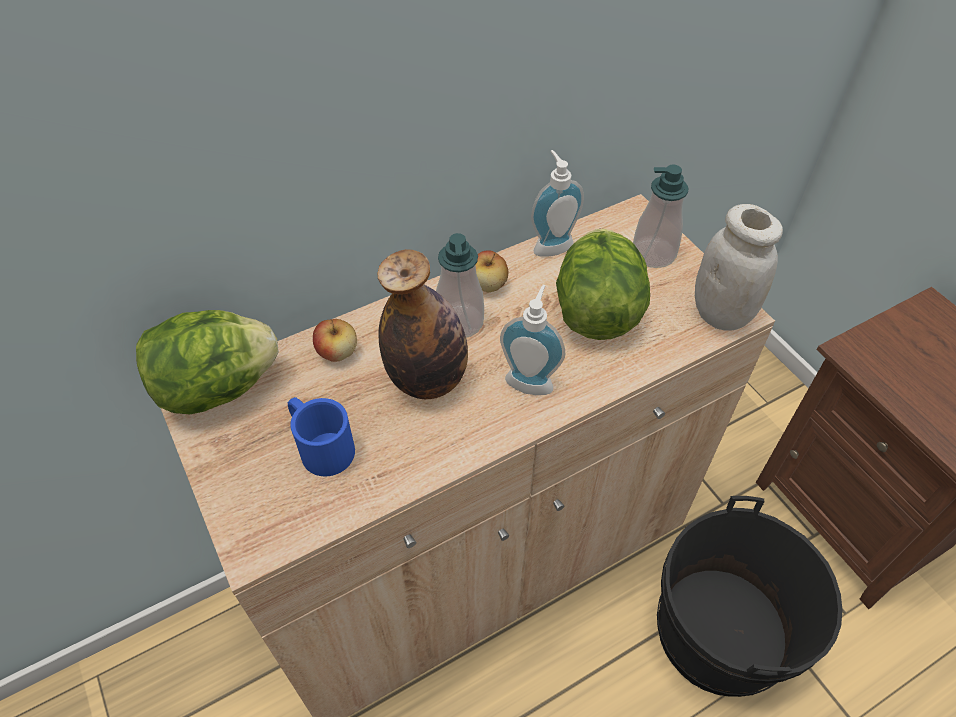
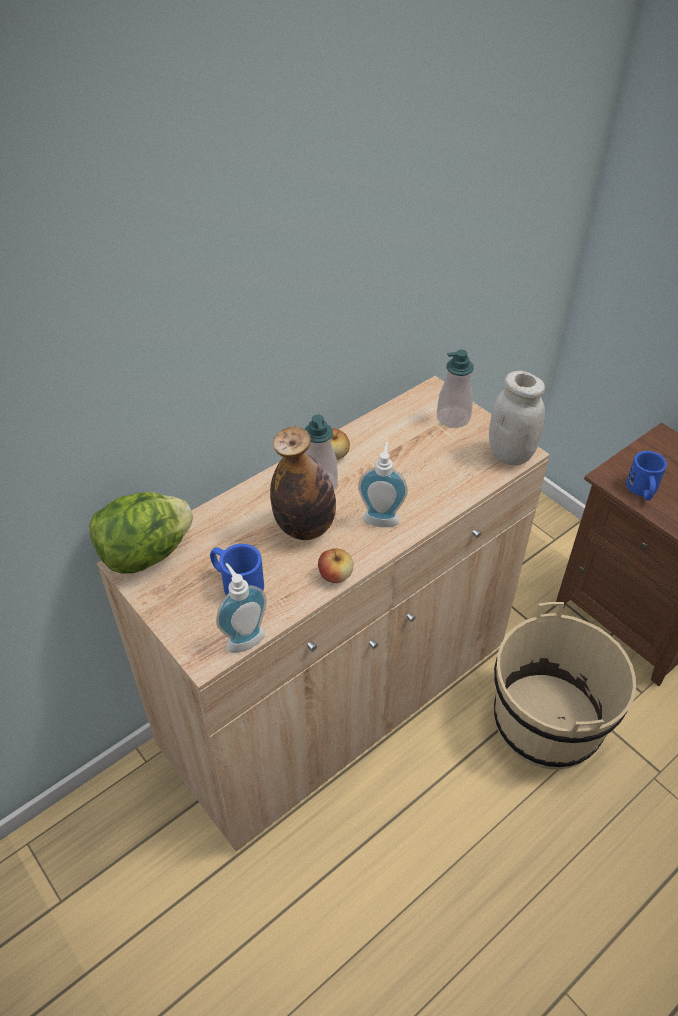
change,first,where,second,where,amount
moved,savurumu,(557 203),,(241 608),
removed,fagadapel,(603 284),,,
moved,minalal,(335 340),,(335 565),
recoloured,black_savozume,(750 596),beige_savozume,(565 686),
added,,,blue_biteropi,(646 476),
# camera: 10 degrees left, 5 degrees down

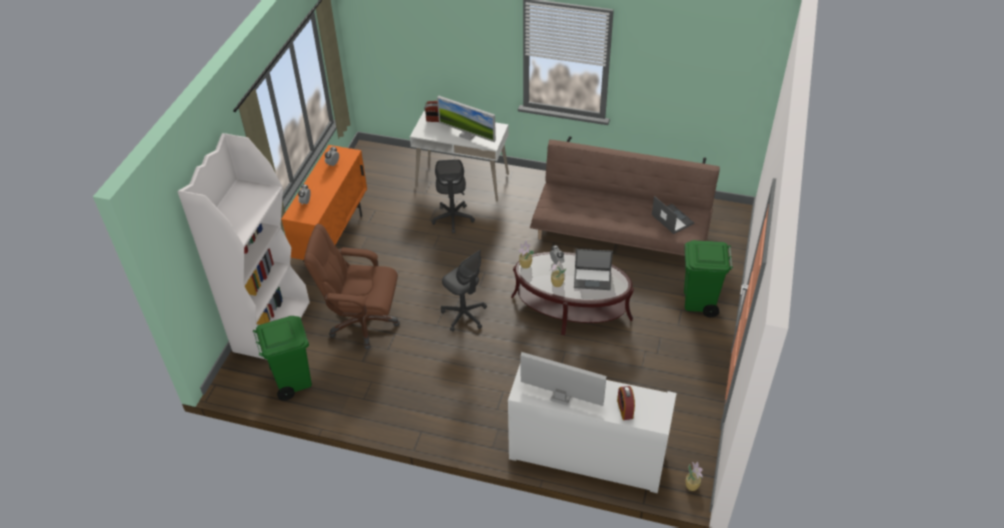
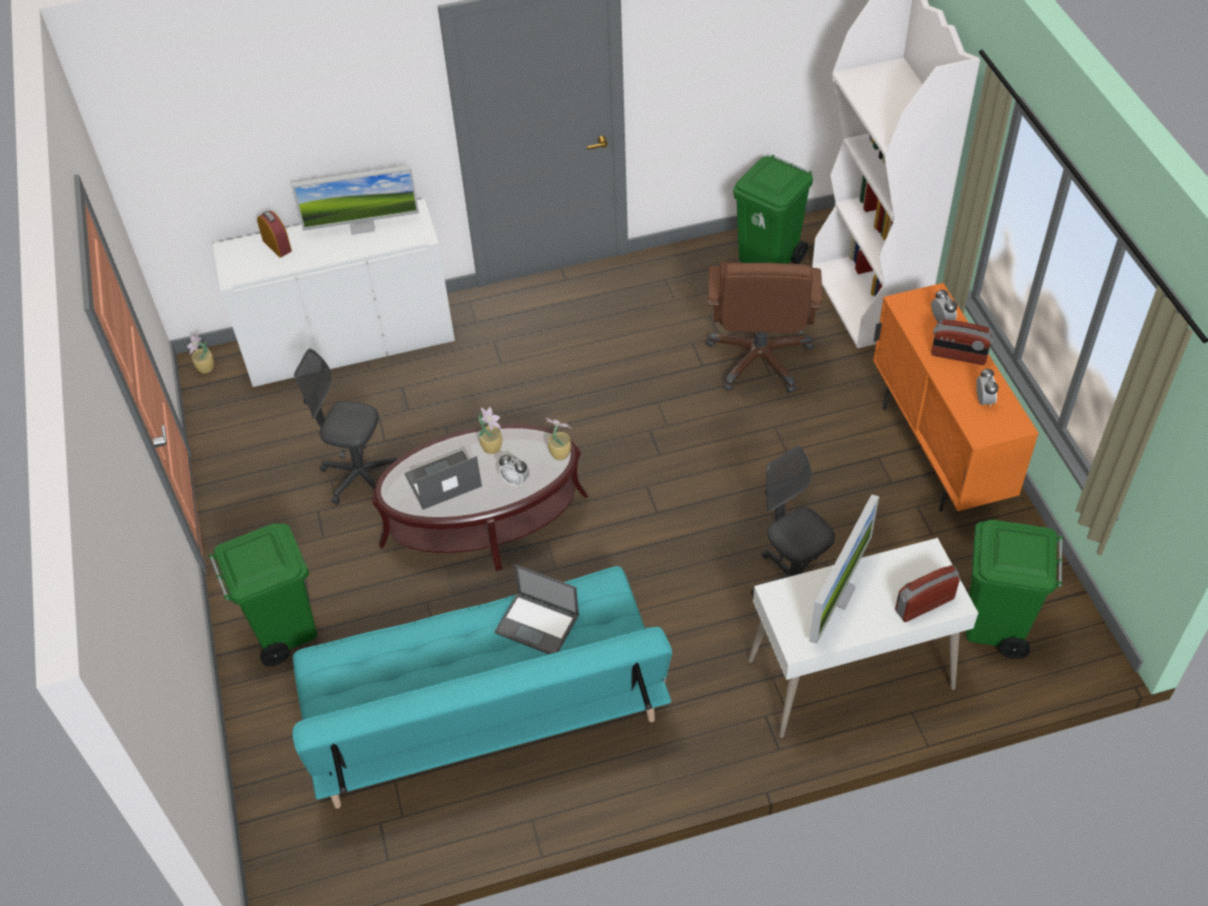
change,first,where,second,where,amount
turned,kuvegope,(466 119),,(844 569),120 degrees clockwise
recoloured,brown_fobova,(625 196),turquoise_fobova,(482 687),
moved,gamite,(673 215),,(536 609),
turned,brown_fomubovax,(352 286),,(764 327),120 degrees clockwise
moved,grey_fomubovax,(464 291),,(345 427),
added,,,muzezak,(962 342),
added,,,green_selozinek,(1014 589),
# camera: 150 degrees right, 5 degrees up

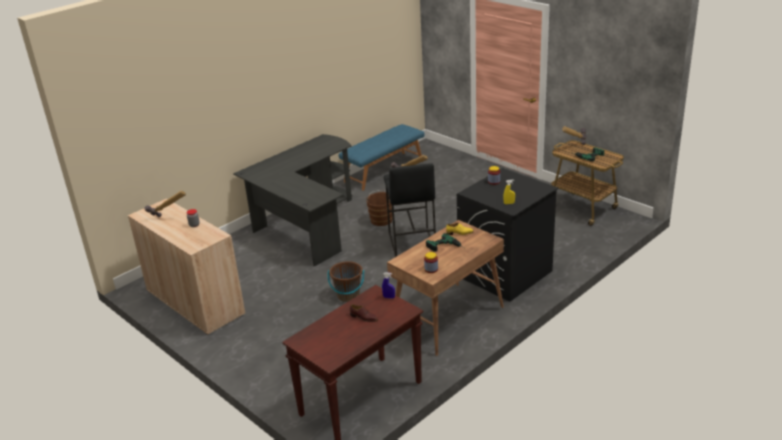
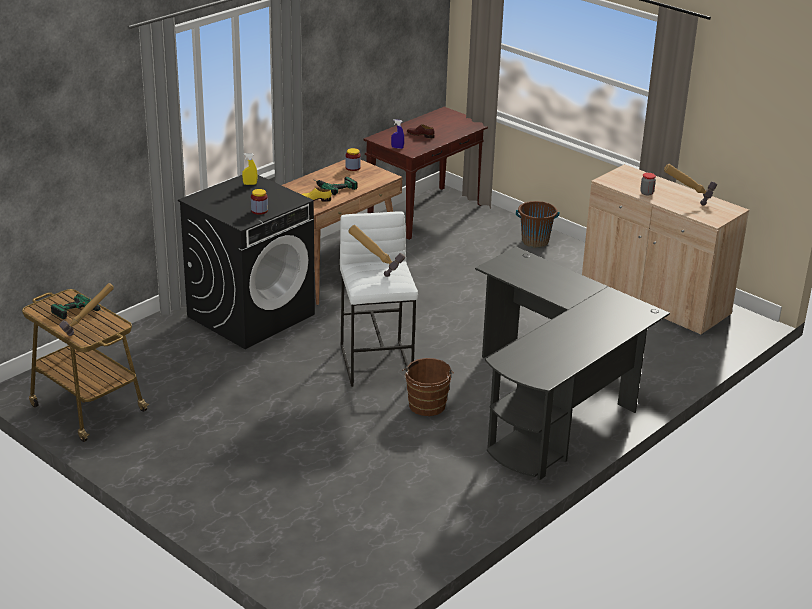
change,first,where,second,where,amount
removed,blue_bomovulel,(382 157),,,
recoloured,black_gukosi,(410 210),white_gukosi,(379 299),
moved,brown_savozume,(346 281),,(538 224),
# camera: 175 degrees right, 0 degrees up

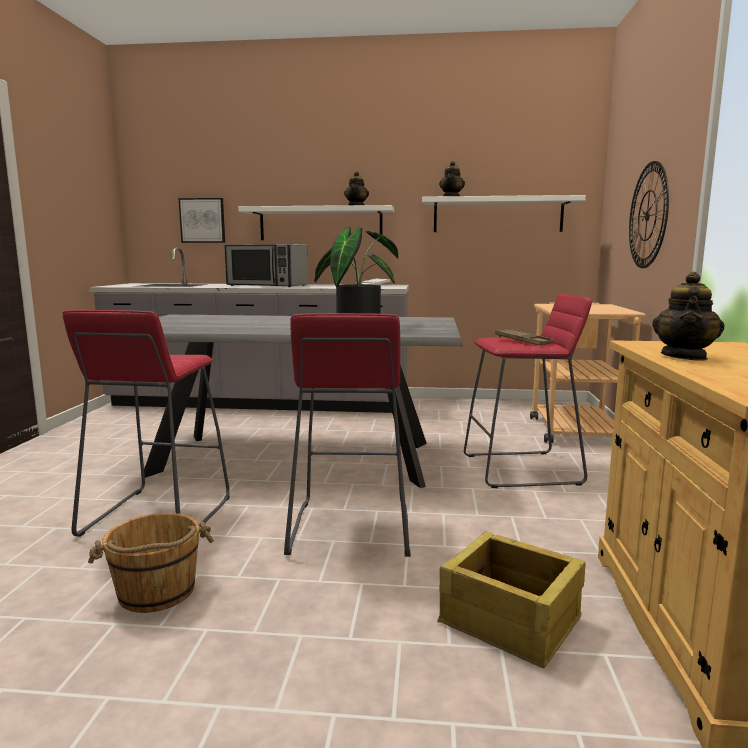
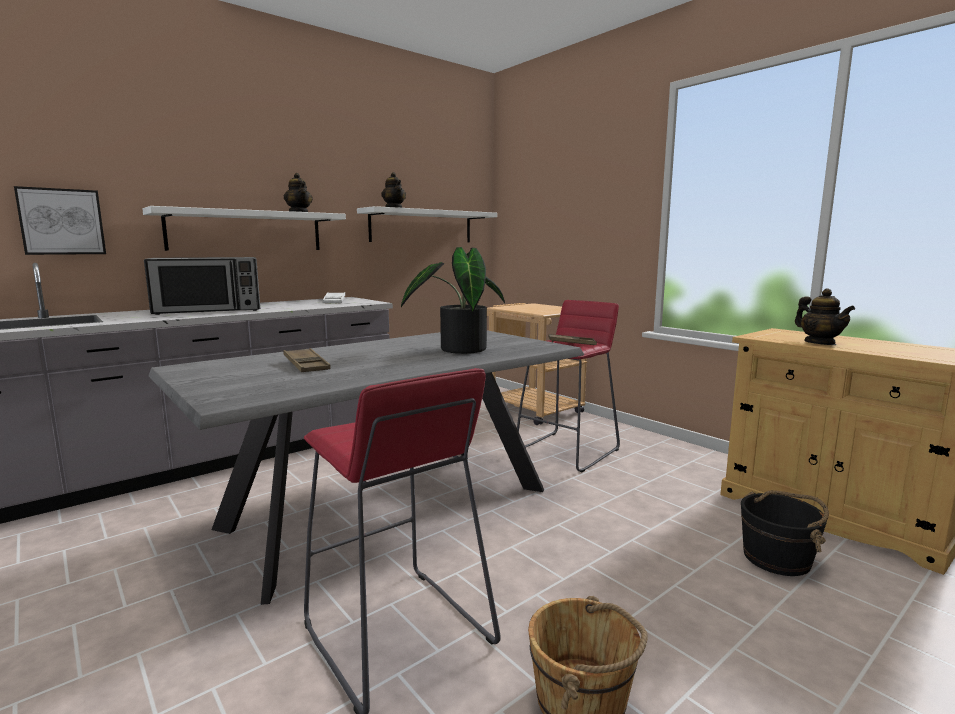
change,first,where,second,where,amount
removed,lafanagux,(649 214),,,
removed,red_gukosi,(347 435),,,
replaced,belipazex,(511 599),black_savozume,(785 533),
added,,,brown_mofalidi,(307 360),
# camera: 45 degrees left, 0 degrees up

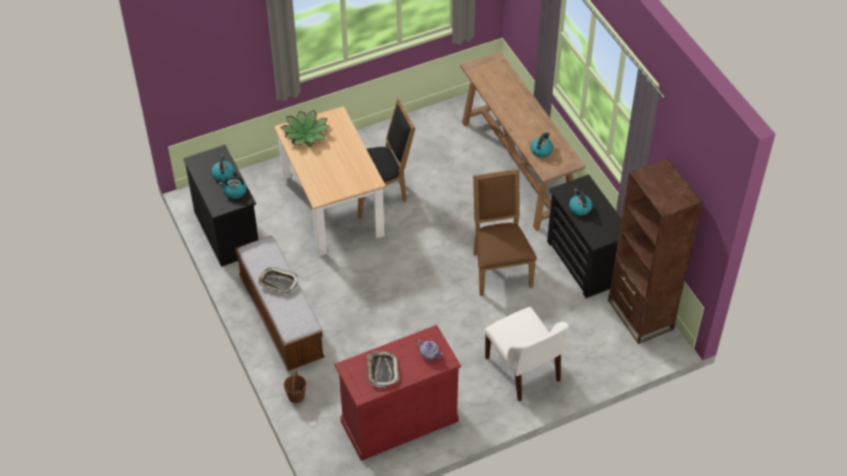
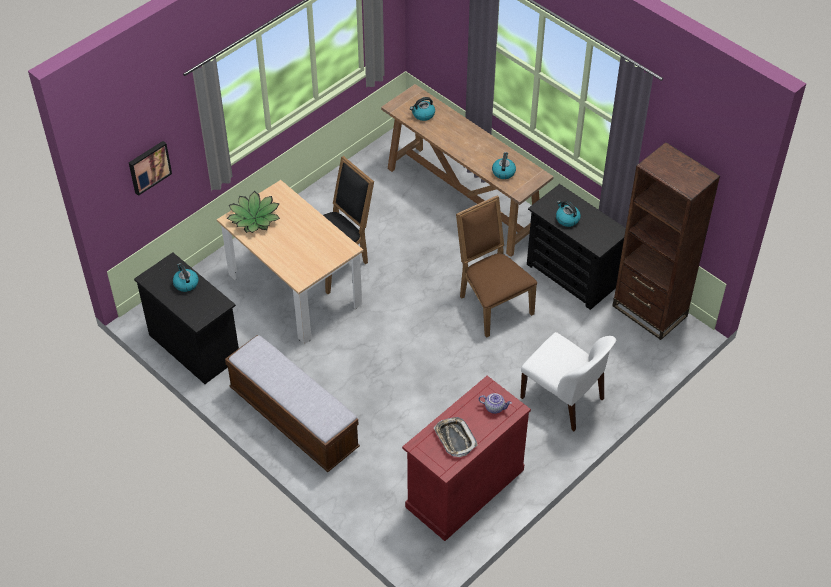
change,first,where,second,where,amount
moved,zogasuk,(233 187),,(422 109),
removed,mofalidi,(278 280),,,
removed,brown_savozume,(295 387),,,
added,,,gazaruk,(150 168),
# camera: 20 degrees left, 0 degrees up

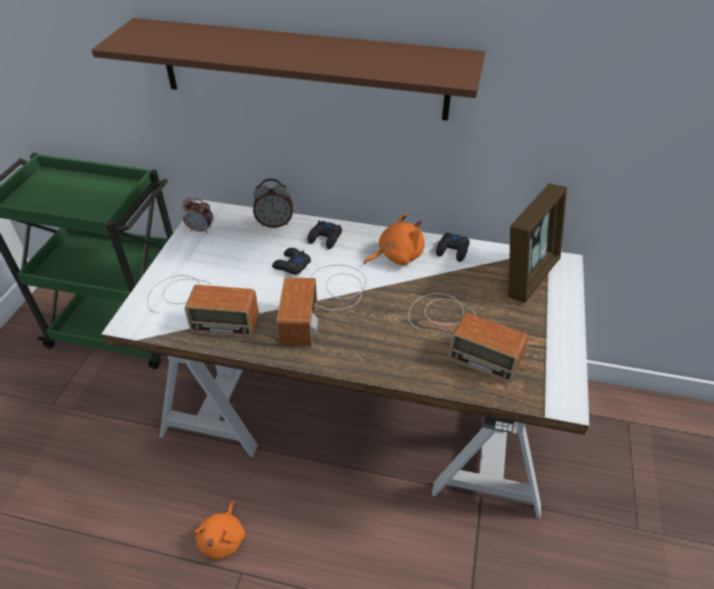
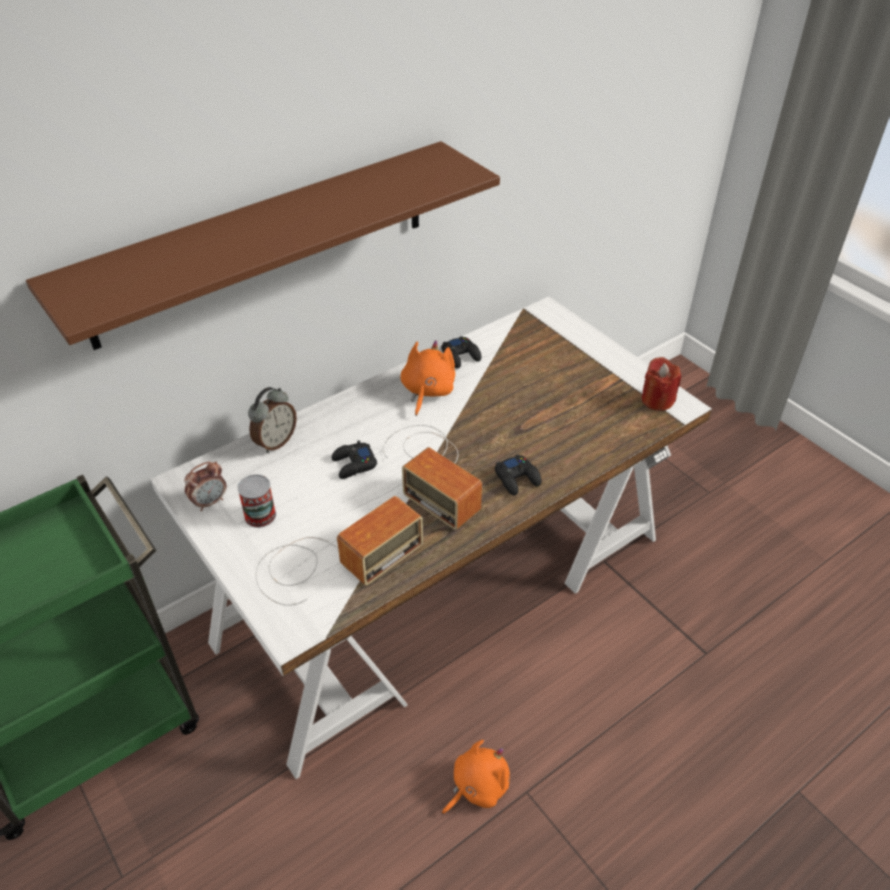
change,first,where,second,where,amount
removed,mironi,(537 243),,,
moved,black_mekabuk,(325 234),,(518 474),
removed,muzezak,(468 337),,,
turned,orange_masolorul,(219 530),,(476 777),90 degrees counterclockwise
added,,,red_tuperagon,(661 384),
added,,,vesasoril,(256 501),
# camera: 50 degrees left, 0 degrees up

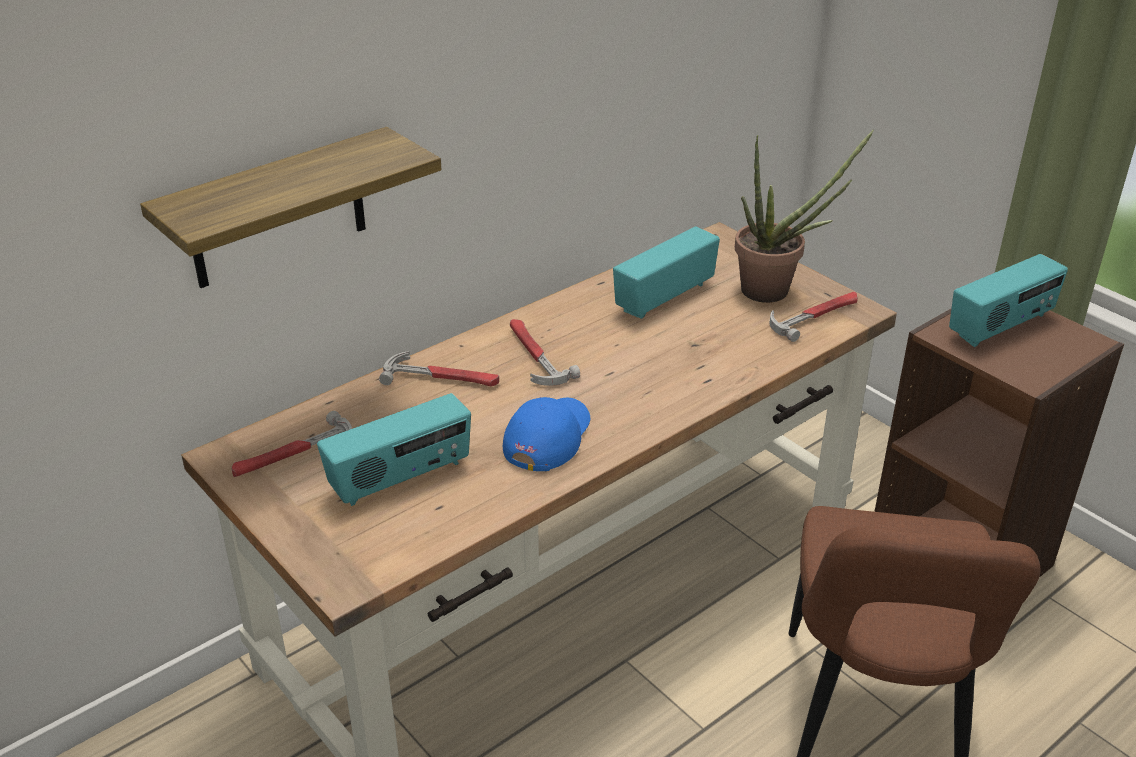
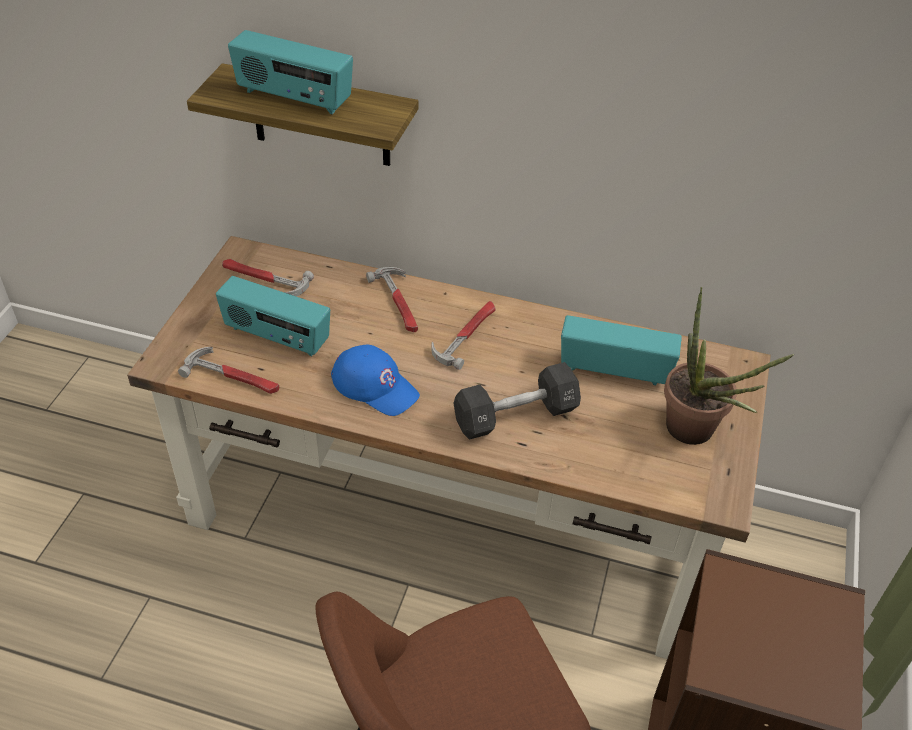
change,first,where,second,where,amount
moved,muzezak,(1008 300),,(290 72),
moved,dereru,(813 317),,(228 370),
turned,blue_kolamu,(546 434),,(375 380),45 degrees clockwise
added,,,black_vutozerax,(517 401),
# camera: 55 degrees right, 10 degrees up

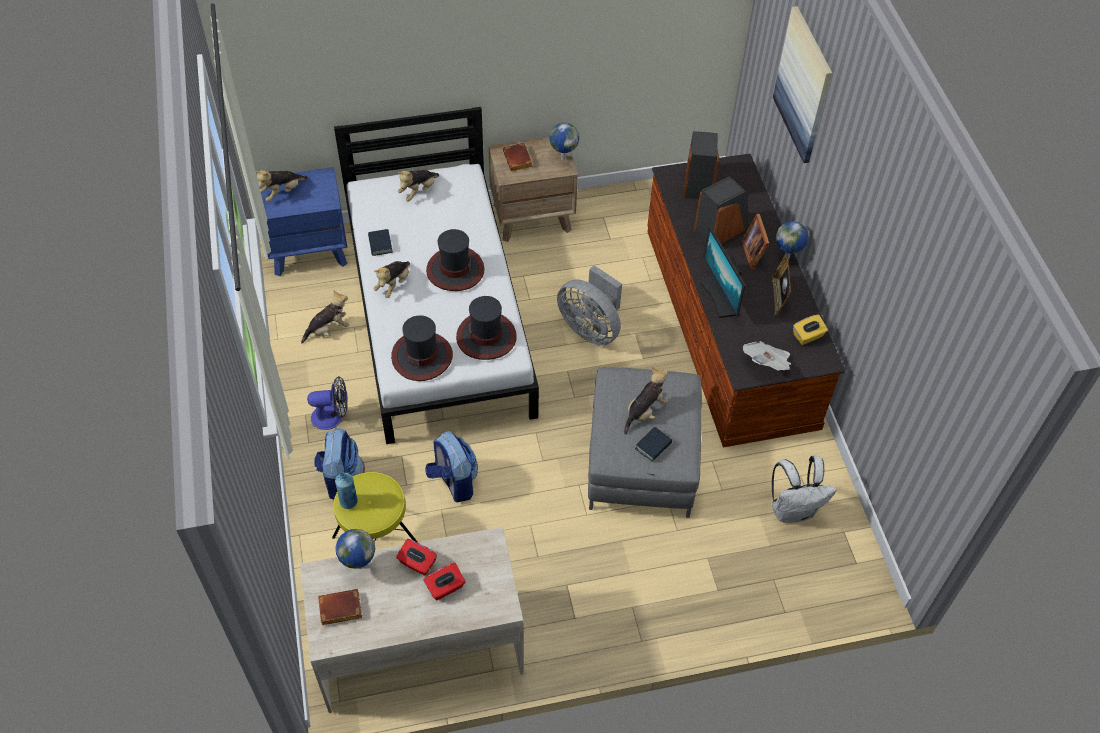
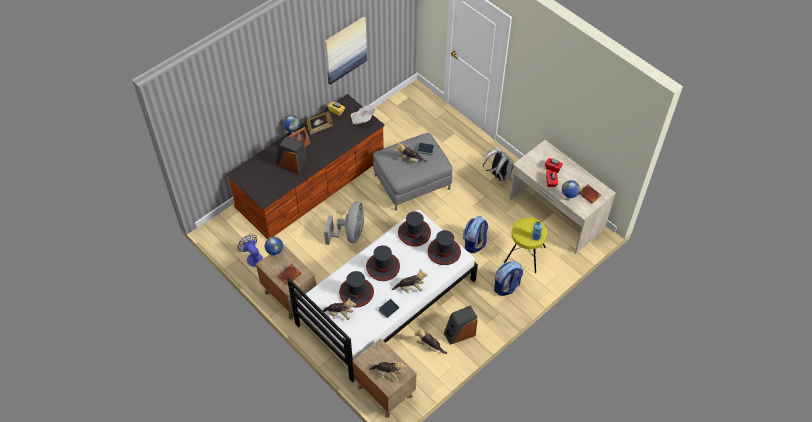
change,first,where,second,where,amount
moved,gazaruk,(802 84),,(346 51),
moved,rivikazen,(701 165),,(461 325),
recoloured,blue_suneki,(304 221),brown_suneki,(384 378),
removed,kuvegope,(722 272),,,
moved,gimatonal,(327 403),,(250 251),
moved,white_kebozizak,(804 489),,(499 164),
added,,,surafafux,(356 289),
# camera: 120 degrees left, 0 degrees up

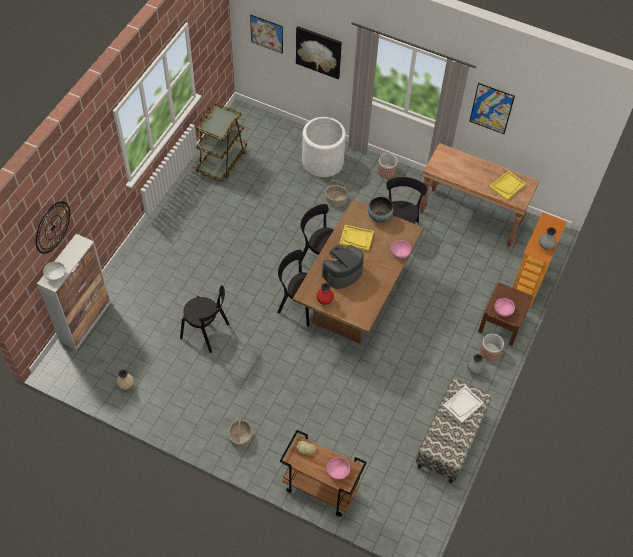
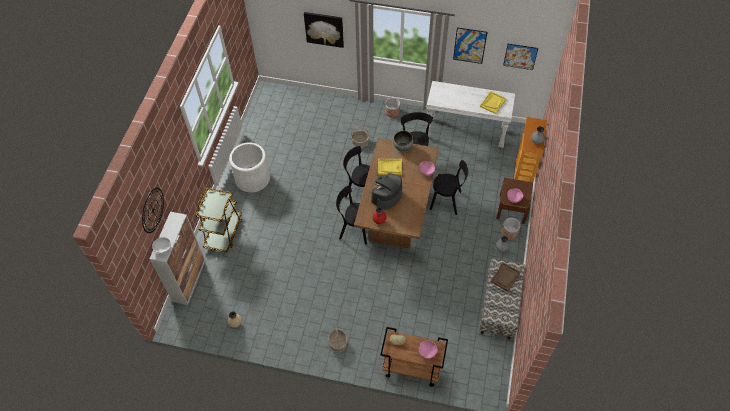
change,first,where,second,where,amount
moved,gazaruk,(266 34),,(520 57),
moved,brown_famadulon,(221 142),,(219 220),
moved,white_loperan,(324 147),,(249 167),
recoloured,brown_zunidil,(479 195),white_zunidil,(470 115),
moved,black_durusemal,(204 319),,(449 187),
recoloured,white_mofalidi,(463 405),brown_mofalidi,(506 277),
# camera: 10 degrees left, 0 degrees up

